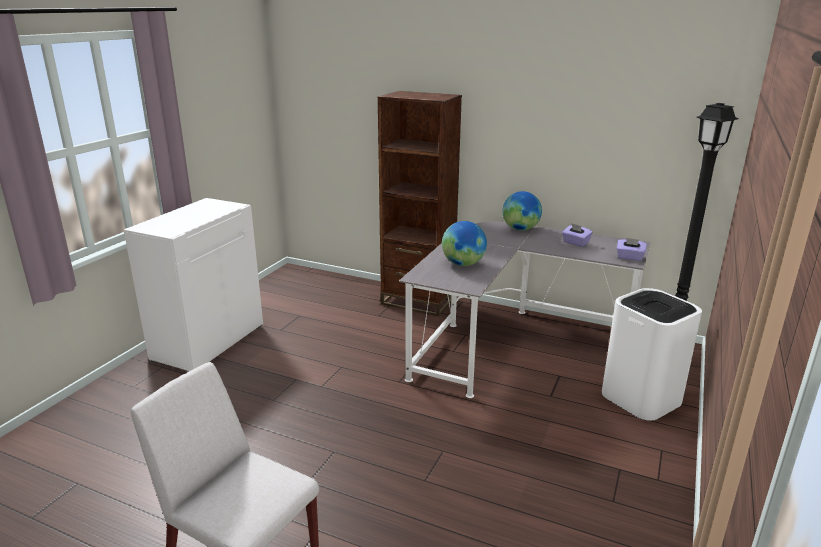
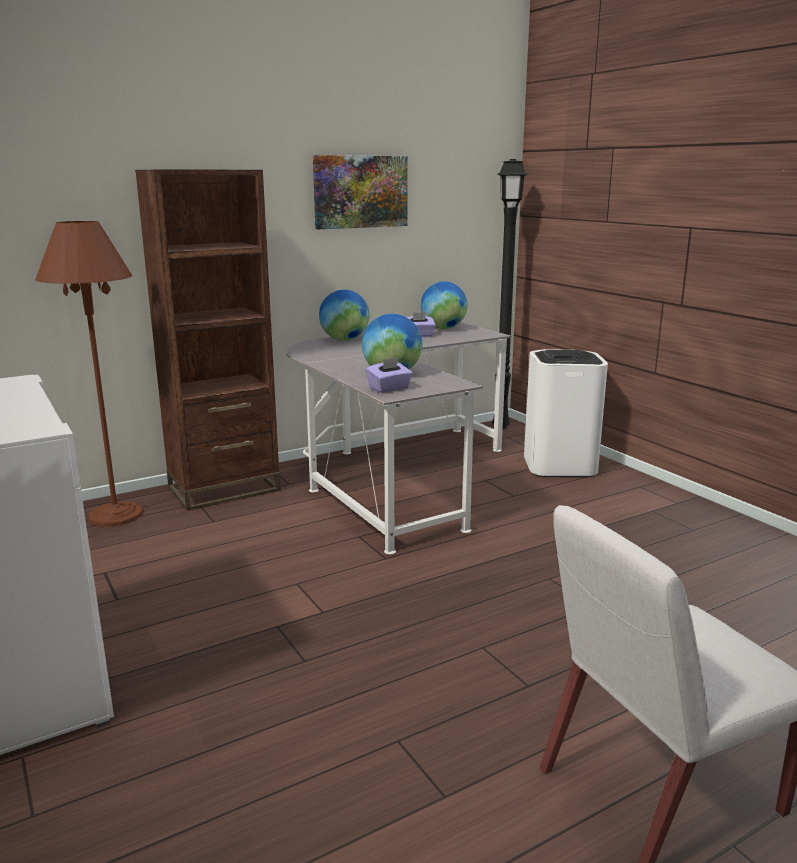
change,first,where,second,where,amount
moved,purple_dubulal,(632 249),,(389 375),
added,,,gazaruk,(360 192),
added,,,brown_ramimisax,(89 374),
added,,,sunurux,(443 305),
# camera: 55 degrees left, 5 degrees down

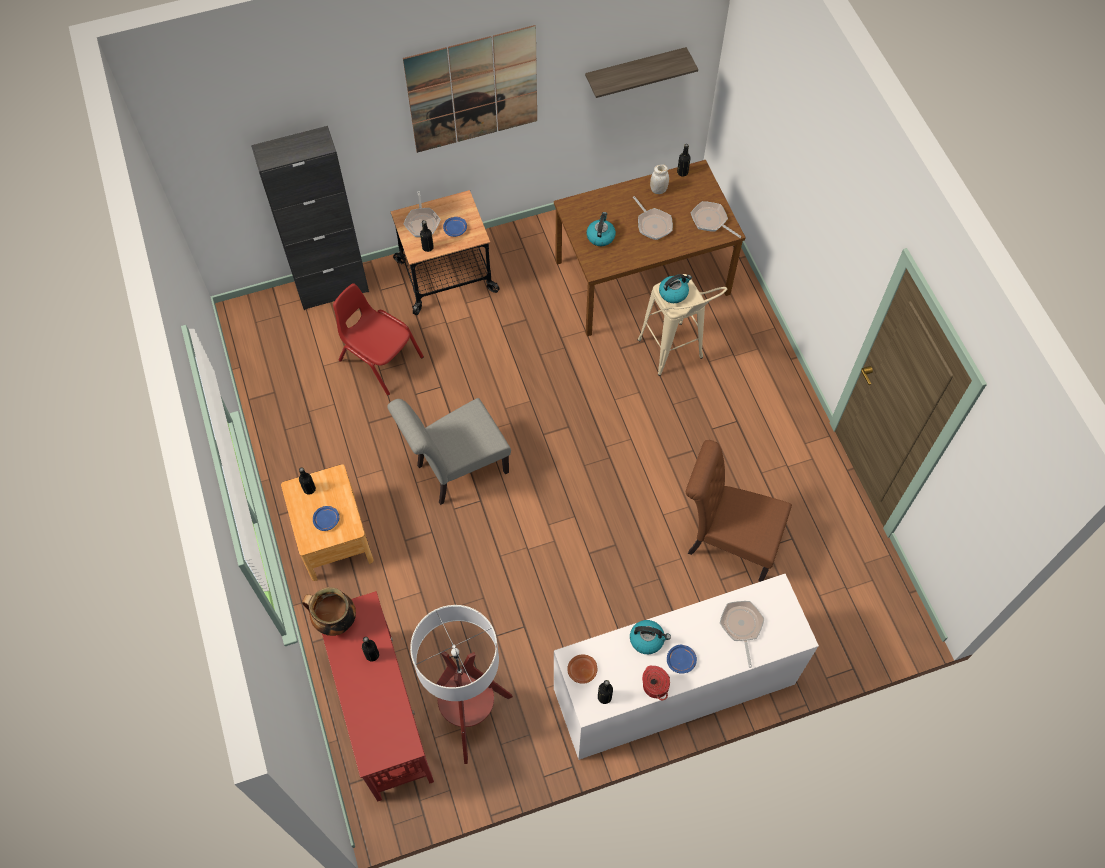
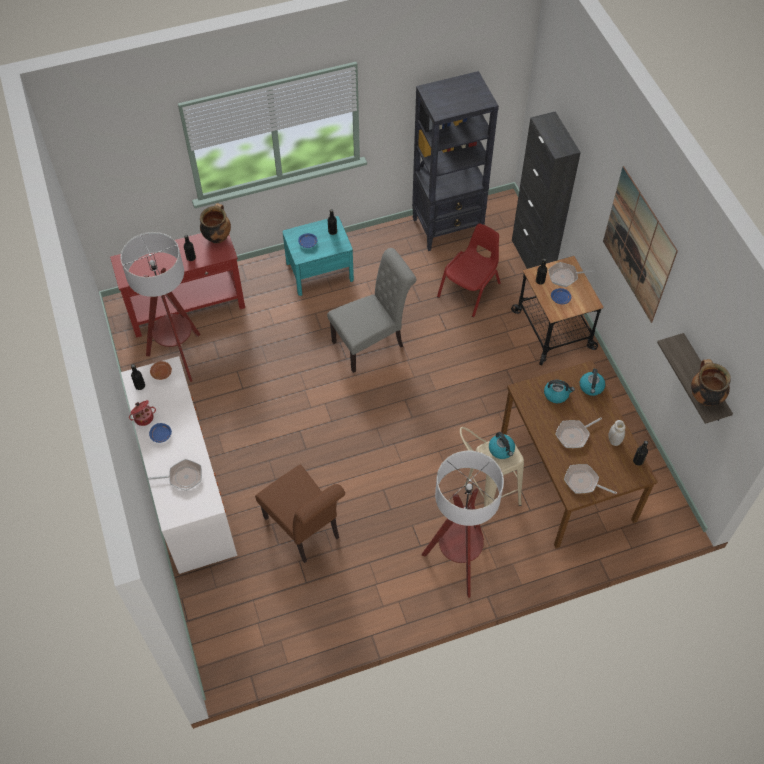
change,first,where,second,where,amount
turned,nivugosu,(716 219),,(590 479),105 degrees counterclockwise
turned,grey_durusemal,(449 451),,(371 310),90 degrees clockwise
turned,brown_durusemal,(739 511),,(300 513),120 degrees clockwise
recoloured,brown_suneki,(327 522),turquoise_suneki,(318 256),
moved,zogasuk,(650 637),,(592 382),
added,,,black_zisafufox,(455 161),
added,,,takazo,(711 382),
added,,,ramimisax,(463 524),
# camera: 90 degrees right, 5 degrees down

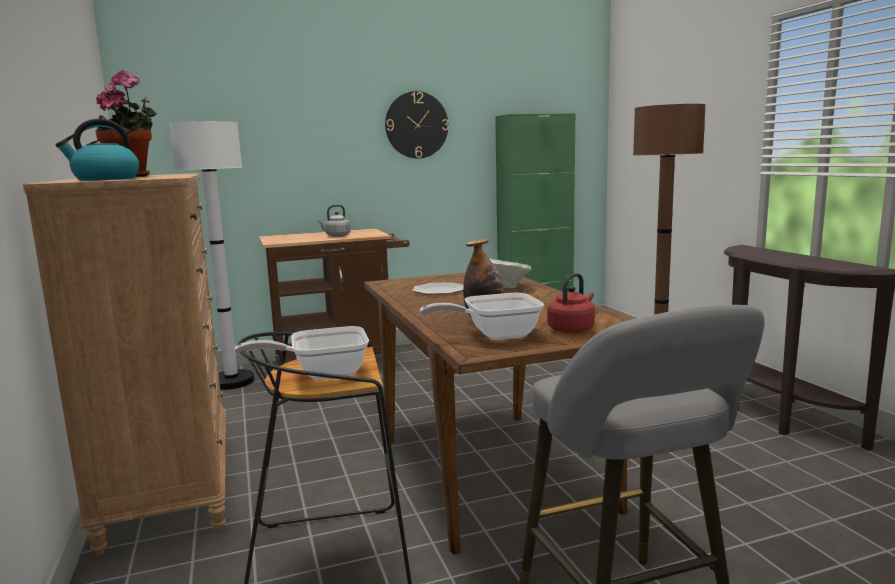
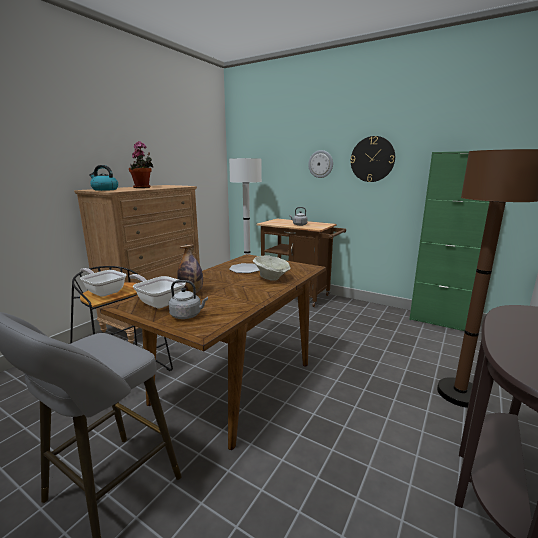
change,first,where,second,where,amount
recoloured,red_zogasuk,(571 303),grey_zogasuk,(188 299),
added,,,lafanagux,(320 164),
# camera: 50 degrees right, 5 degrees up

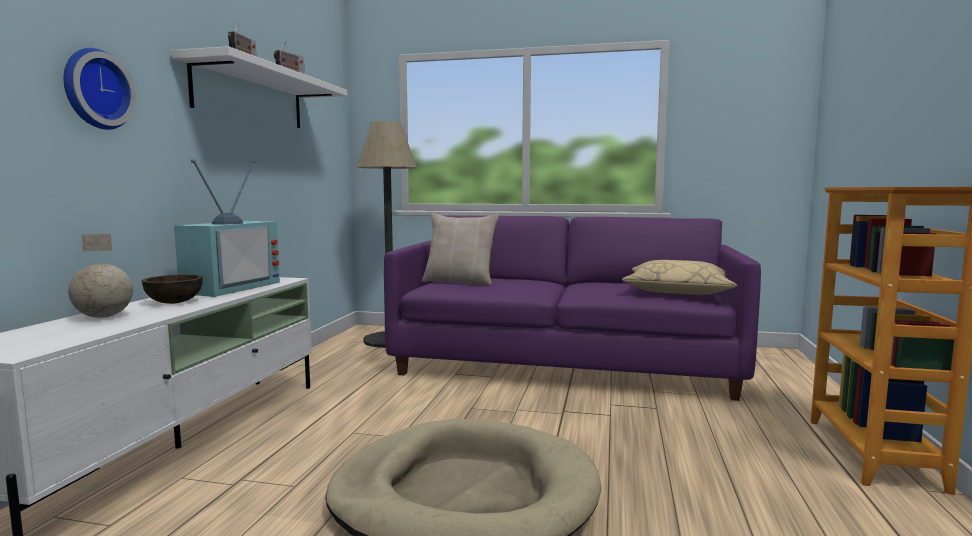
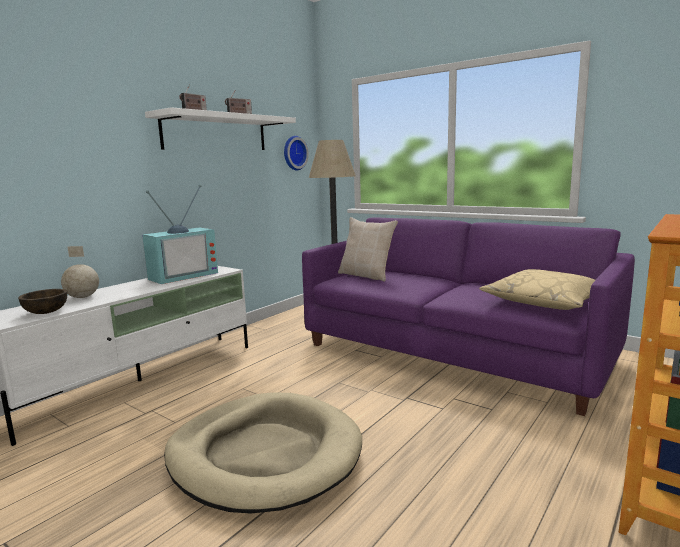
change,first,where,second,where,amount
moved,lafanagux,(100 89),,(296 153),
moved,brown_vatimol,(172 289),,(42 301),
# camera: 25 degrees right, 5 degrees up

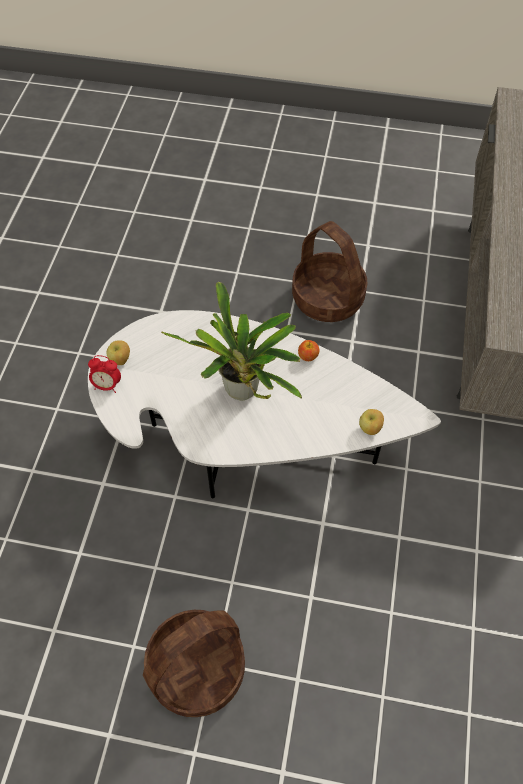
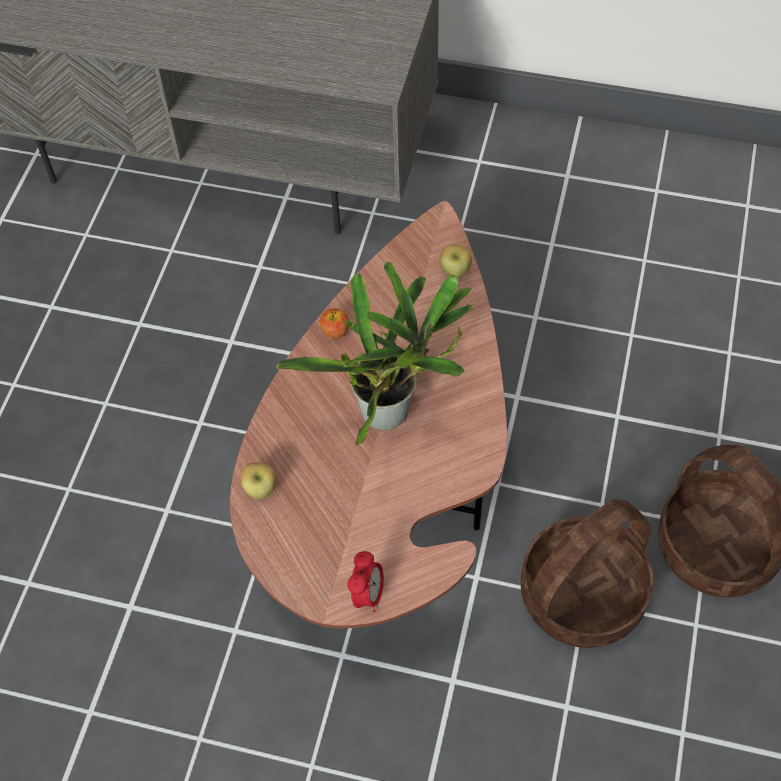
change,first,where,second,where,amount
moved,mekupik,(329 271),,(587 573),
recoloured,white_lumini,(264 404),brown_lumini,(368 415),
moved,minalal,(118 352),,(259 480),
# camera: 85 degrees left, 0 degrees up

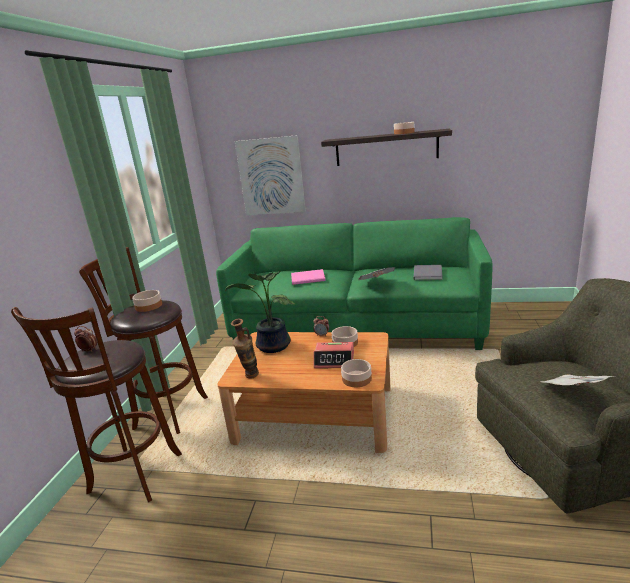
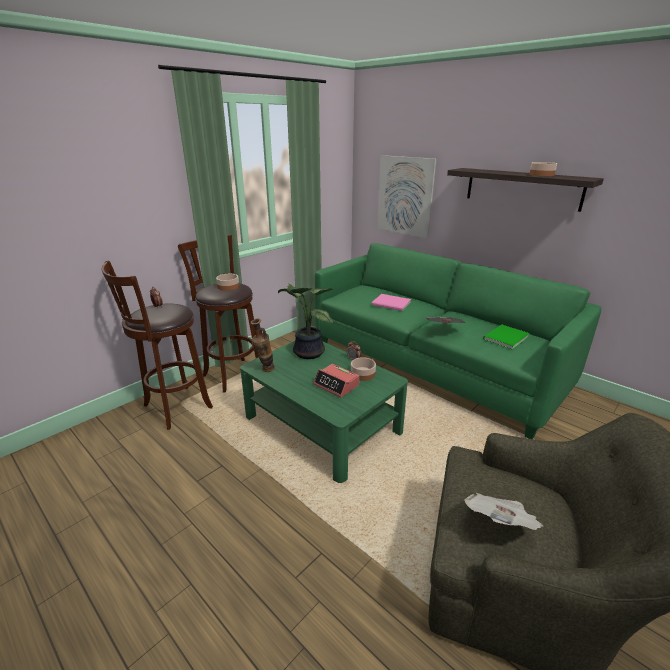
change,first,where,second,where,amount
recoloured,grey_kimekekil,(428 272),green_kimekekil,(506 337),
recoloured,brown_lumini,(304 392),green_lumini,(324 412),
removed,vatimol,(356 373),,,
# camera: 30 degrees right, 5 degrees up

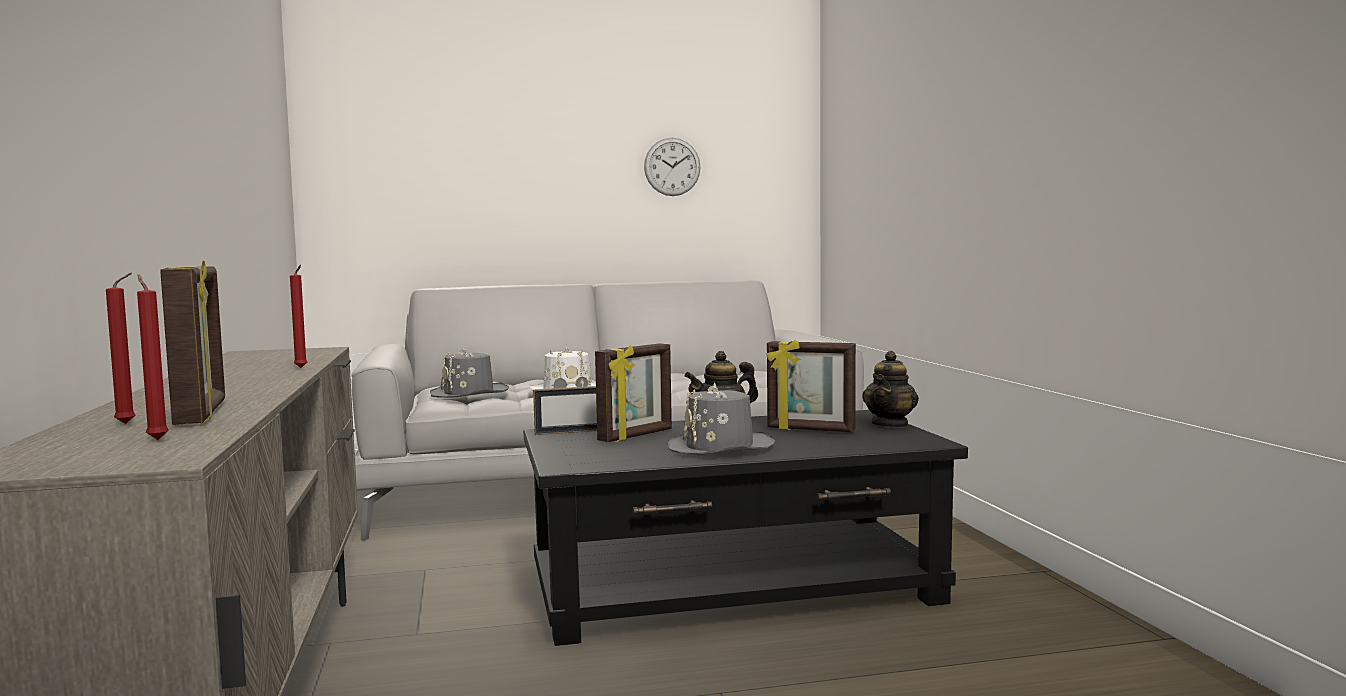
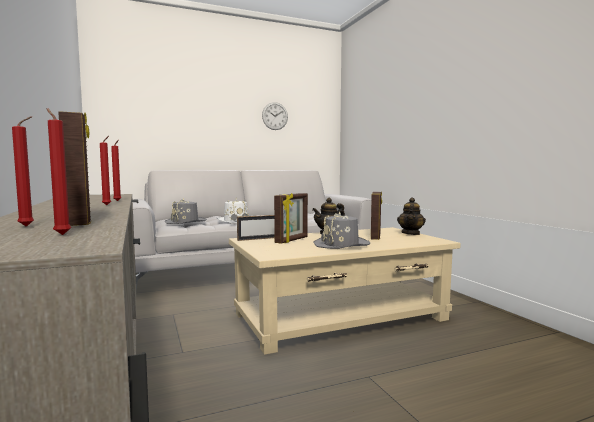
change,first,where,second,where,amount
turned,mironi,(811 386),,(376 215),90 degrees counterclockwise
recoloured,black_lumini,(745 528),beige_lumini,(345 291),
added,,,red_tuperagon,(105 170),
# camera: 10 degrees left, 0 degrees up

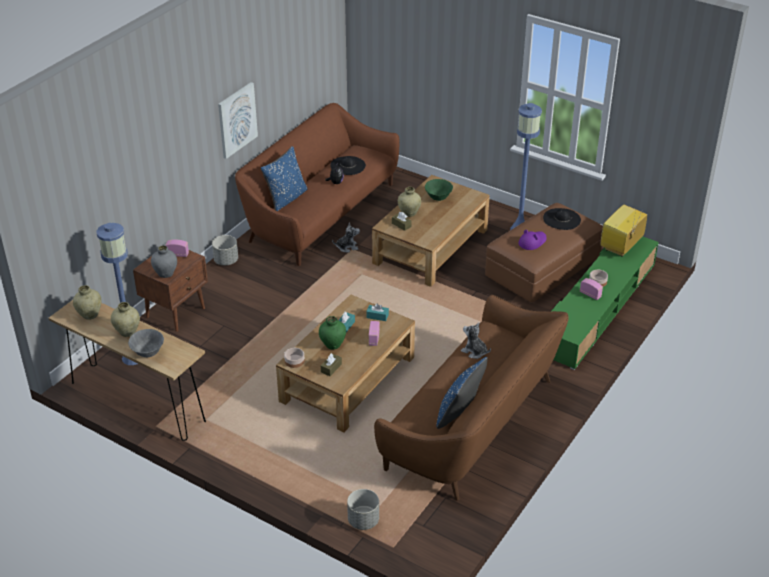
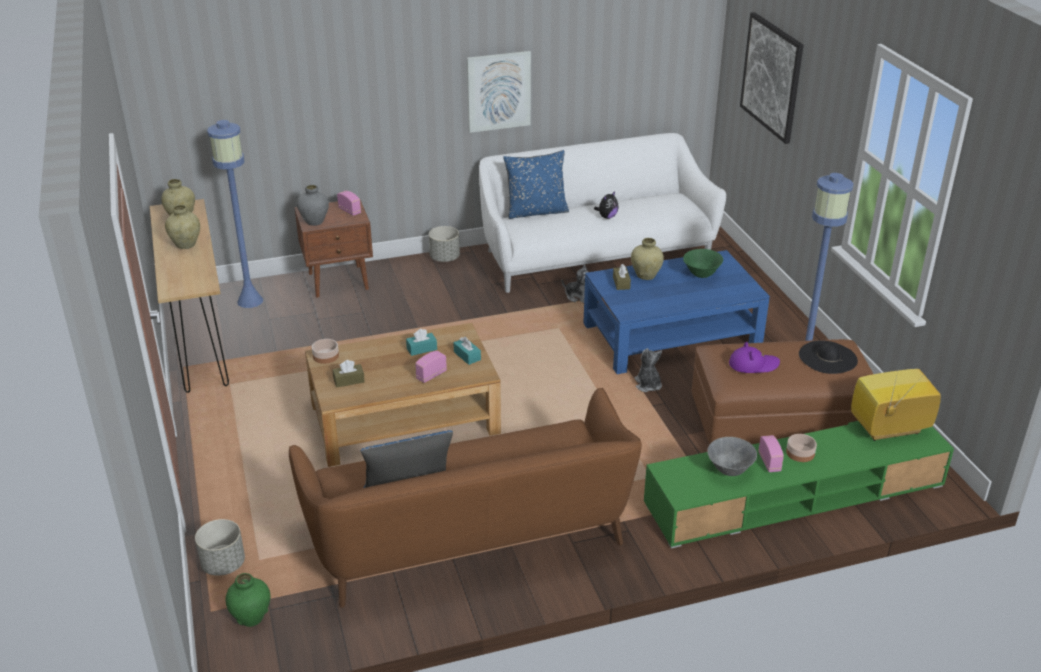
change,first,where,second,where,amount
recoloured,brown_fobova,(317 184),white_fobova,(602 213),
removed,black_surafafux,(348 165),,,
recoloured,brown_lumini,(431 231),blue_lumini,(676 312),
moved,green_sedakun,(332 332),,(248 600),
moved,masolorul,(476 340),,(648 370),
moved,grey_vatimol,(146 343),,(732 456),
added,,,gazaruk,(772 78),
# camera: 40 degrees right, 5 degrees down

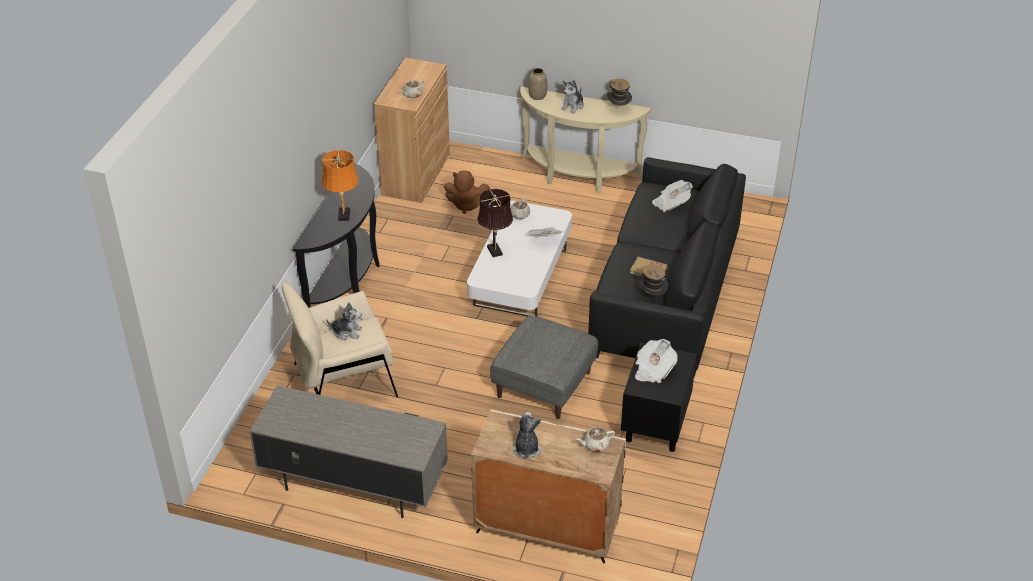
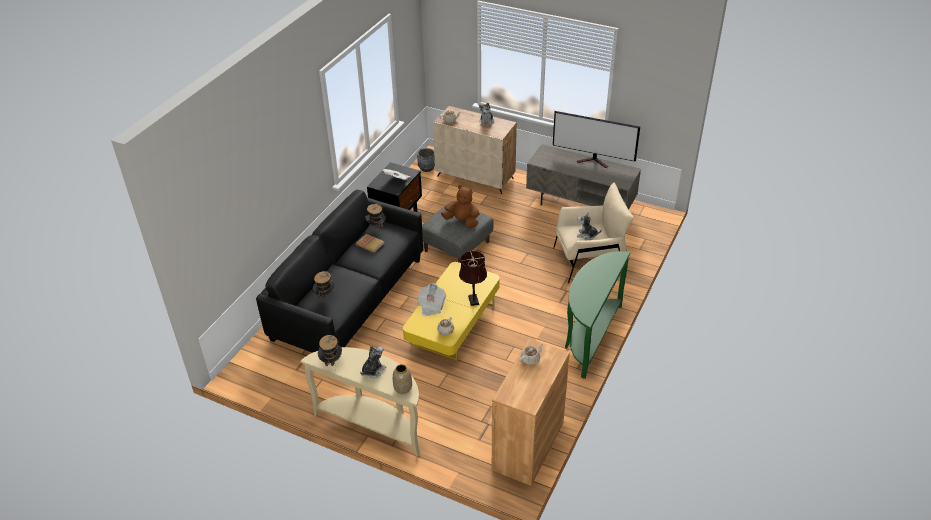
change,first,where,second,where,amount
removed,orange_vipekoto,(340 185),,,
recoloured,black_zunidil,(336 235),green_zunidil,(597 315),
moved,brown_masolorul,(467 192),,(460 206),
replaced,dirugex,(672 196),surafafux,(324 285),
recoloured,white_lumini,(519 258),yellow_lumini,(451 311),
added,,,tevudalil,(596 139),
added,,,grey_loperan,(426 160),
# camera: 170 degrees left, 0 degrees up

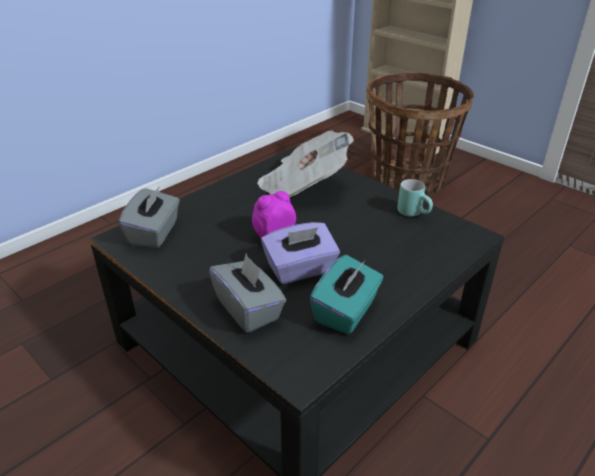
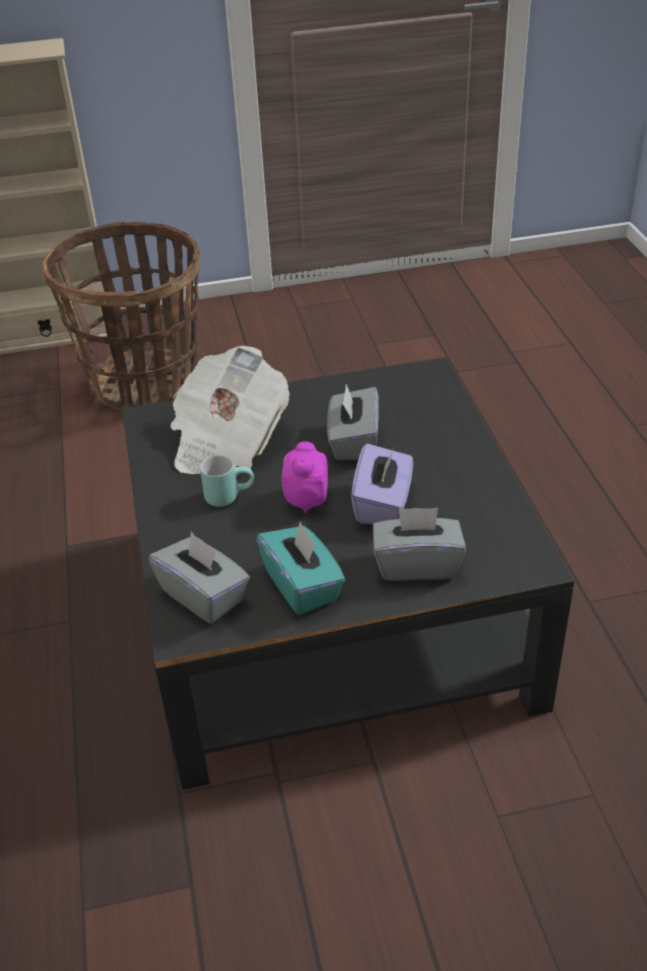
change,first,where,second,where,amount
moved,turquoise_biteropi,(415 198),,(227 481),
moved,turquoise_dubulal,(347 294),,(300 568),
added,,,grey_dubulal,(353 422),
# camera: 55 degrees left, 5 degrees up

